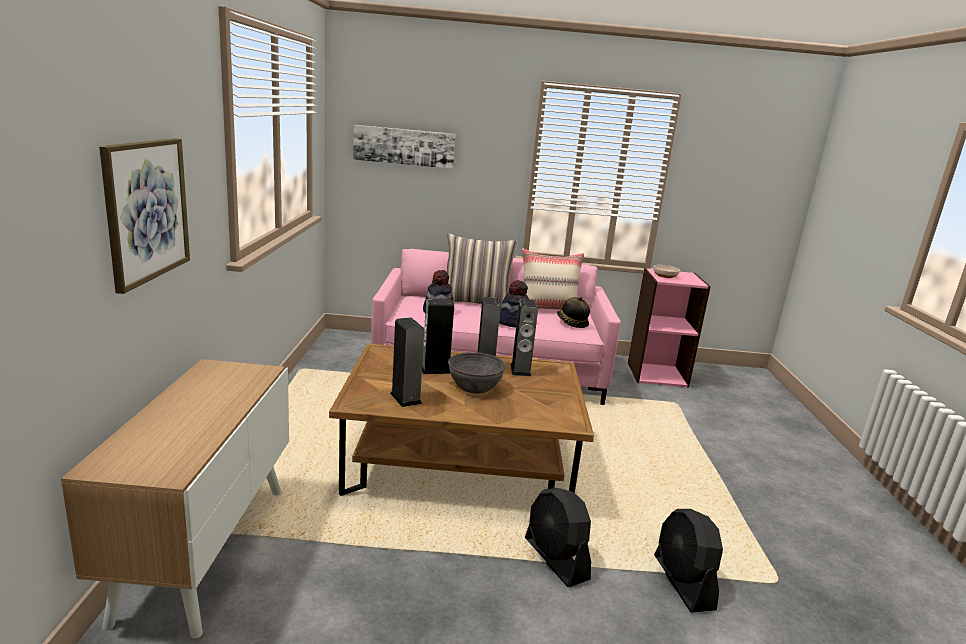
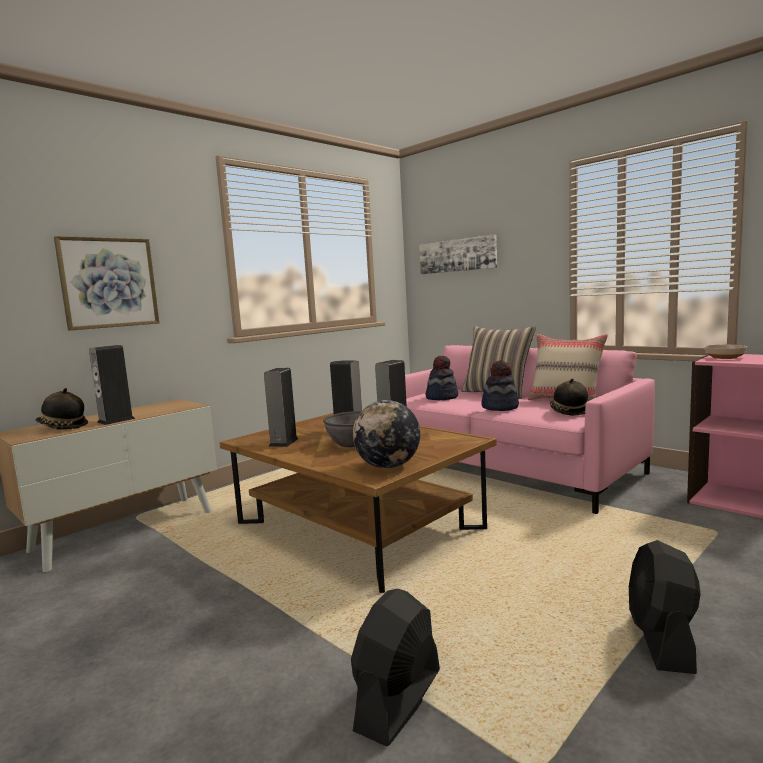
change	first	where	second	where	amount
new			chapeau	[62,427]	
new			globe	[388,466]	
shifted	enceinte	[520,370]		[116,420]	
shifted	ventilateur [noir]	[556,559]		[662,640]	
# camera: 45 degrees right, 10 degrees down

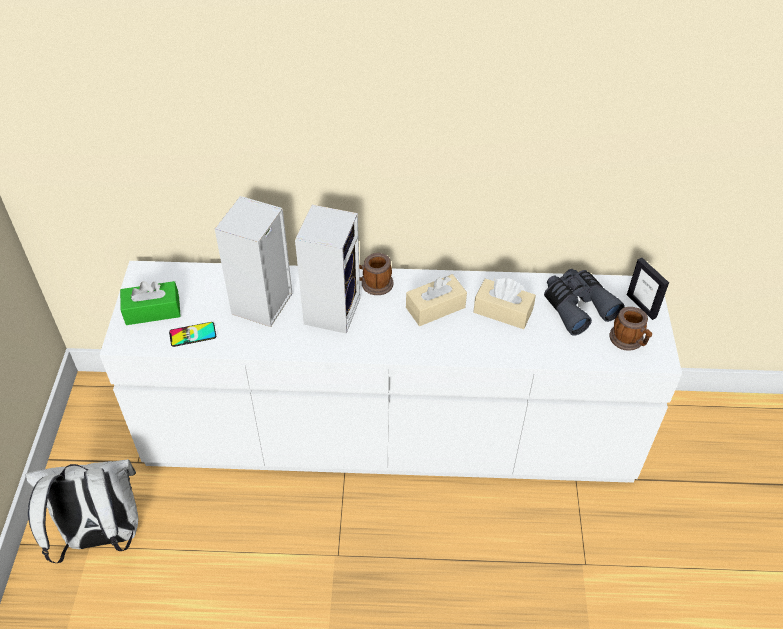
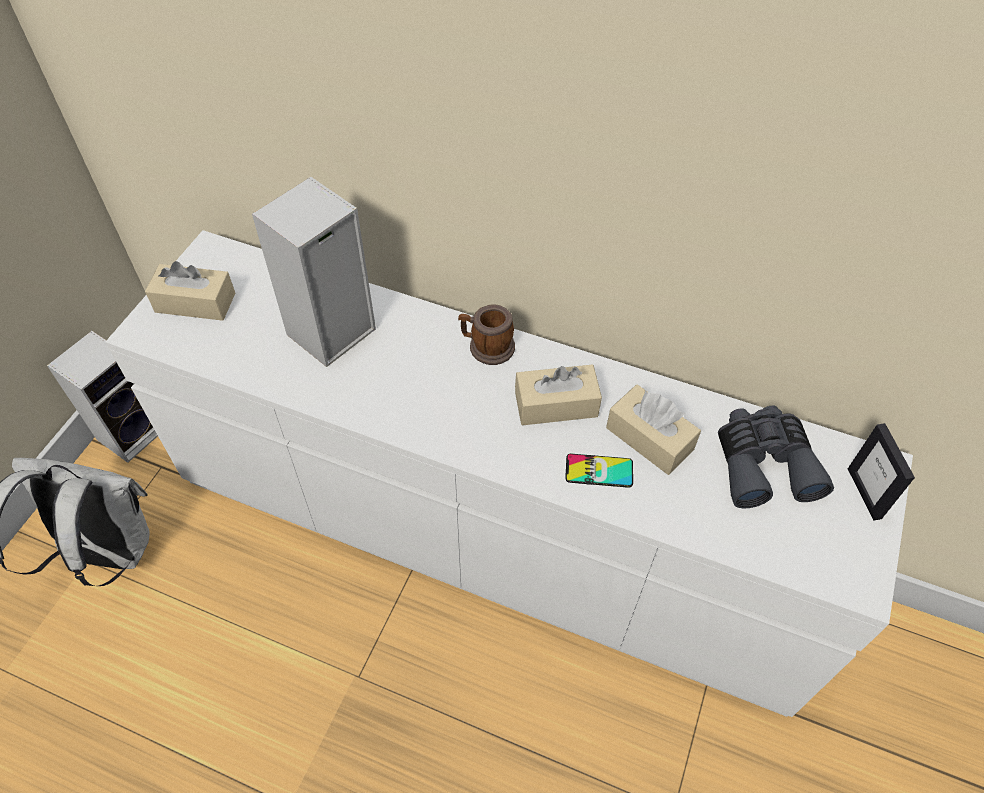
change	first	where	second	where	amount
gone	mug	[629,340]			
shifted	téléphone	[192,334]		[599,471]	
shifted	enceinte	[331,309]		[132,432]	
repainted	boîte à mouchoirs [vert]	[152,311]	boîte à mouchoirs [beige]	[195,302]	
# camera: 20 degrees right, 5 degrees up

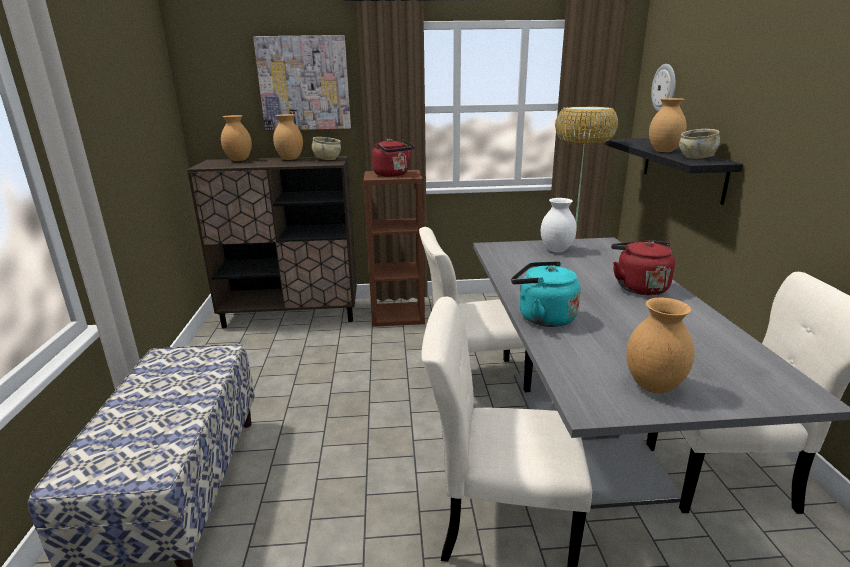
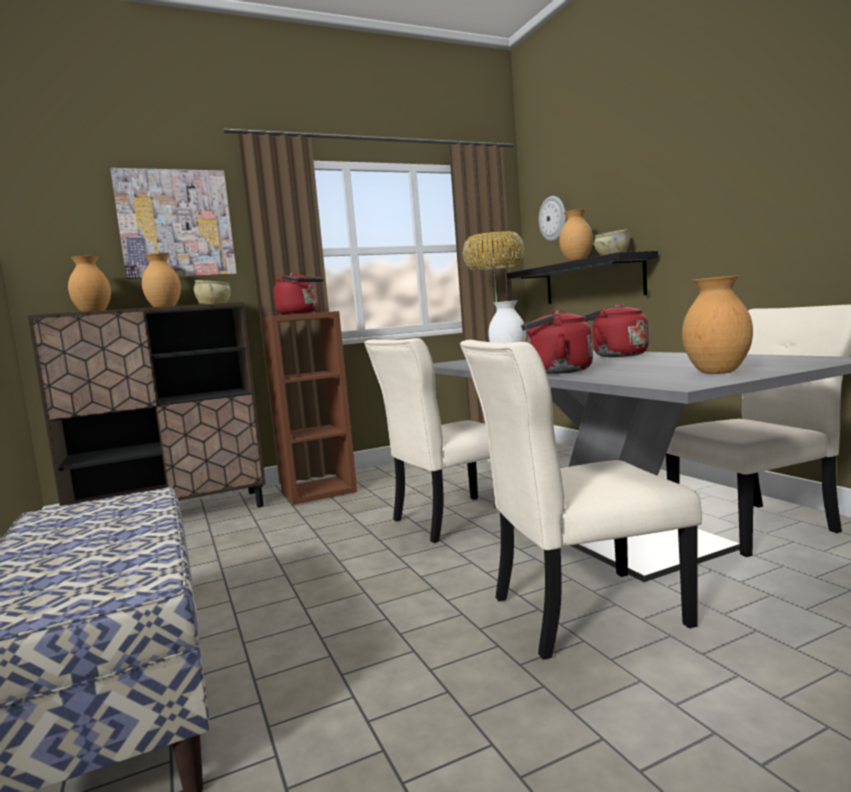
change	first	where	second	where	amount
repainted	bouilloire [turquoise]	[542,317]	bouilloire [rouge]	[555,372]	
# camera: 20 degrees left, 15 degrees down

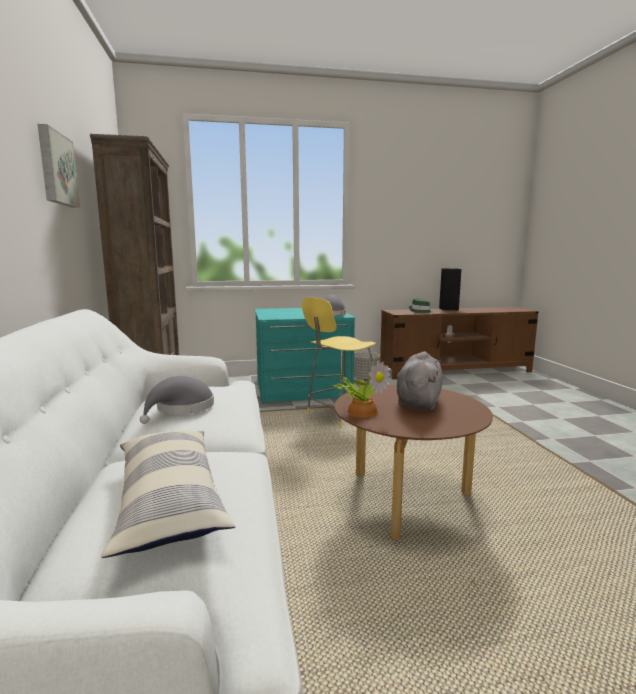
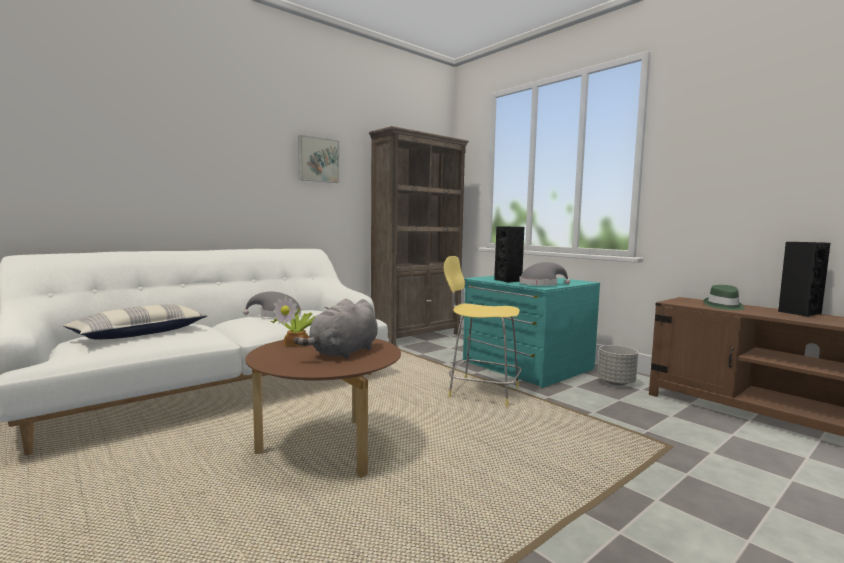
change	first	where	second	where	amount
new			enceinte [noir]	[509,280]	
rotated	peluche [gris]	[418,401]		[343,353]	135 degrees clockwise
# camera: 60 degrees right, 5 degrees down

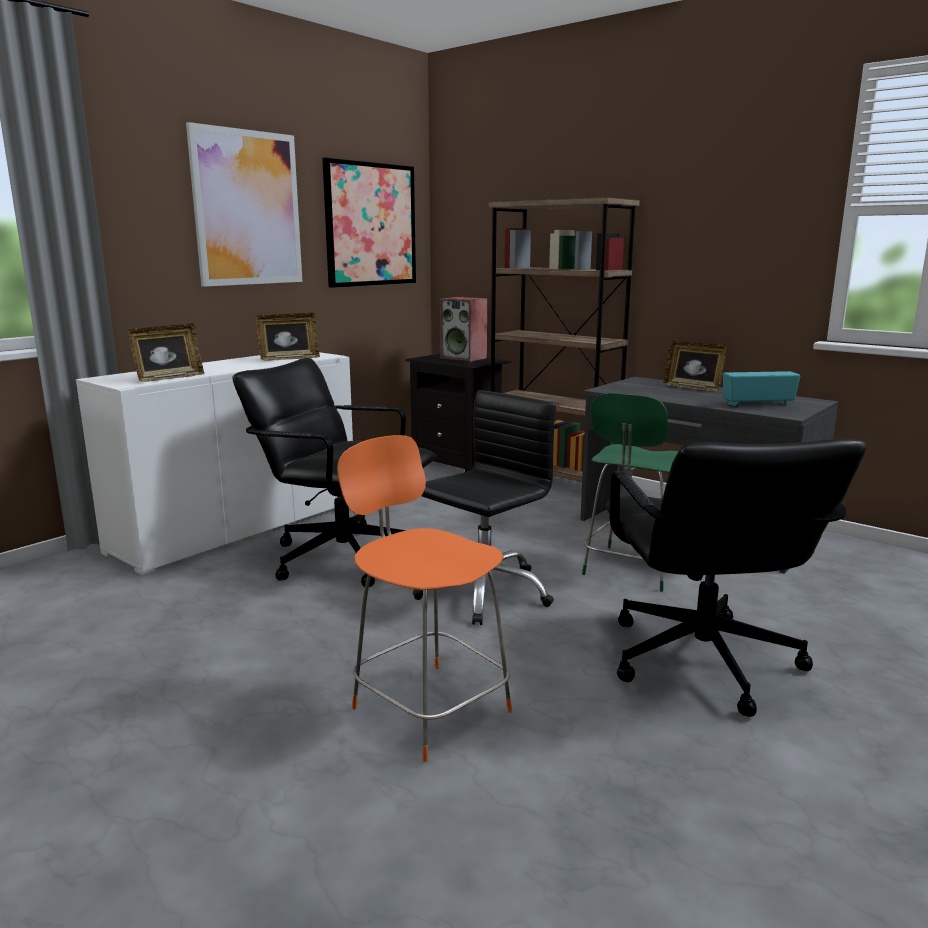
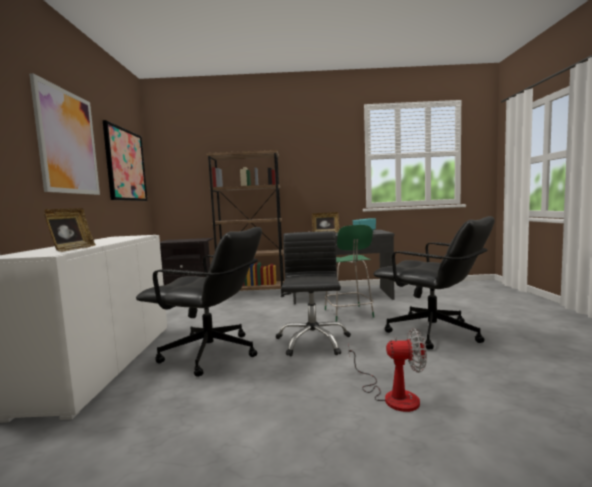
change	first	where	second	where	amount
gone	cadre photo	[289,359]			
gone	enceinte	[464,358]			
swapped	chaise [orange]	[427,707]	ventilateur	[392,395]	
rotated	chaise de bureau [noir]	[342,557]		[211,354]	150 degrees counterclockwise
# camera: 40 degrees left, 10 degrees down

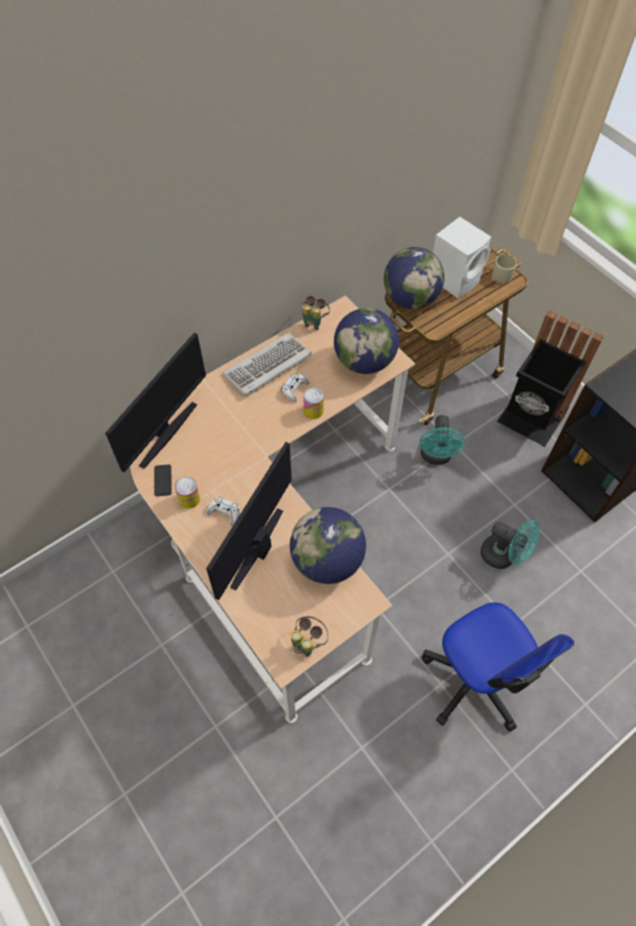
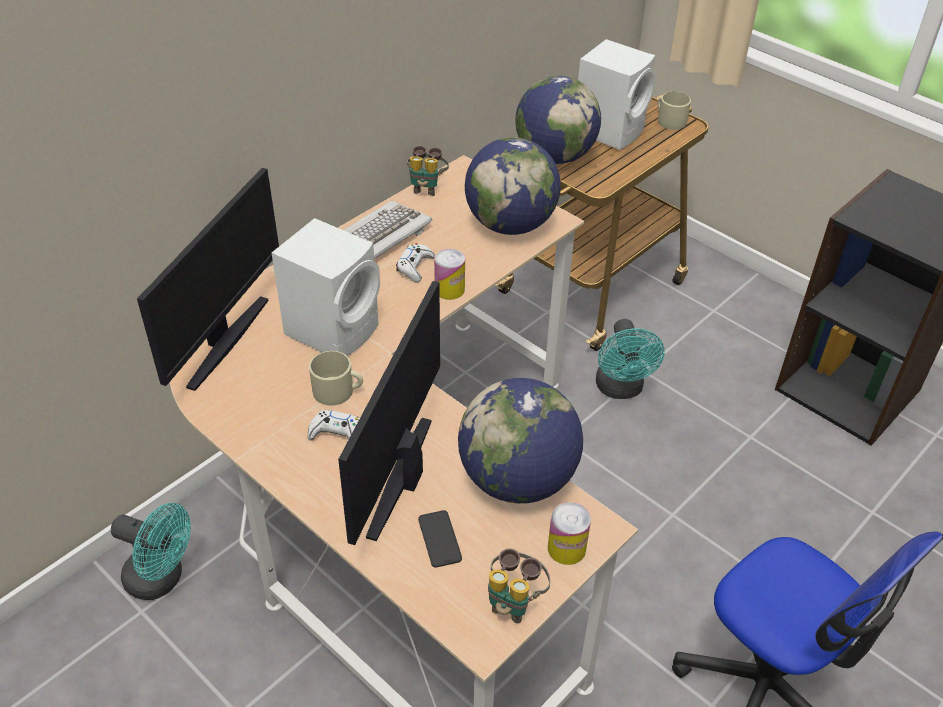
change	first	where	second	where	amount
gone	poubelle [noir]	[530,420]			
new			enceinte [blanc]	[334,328]	
new			mug [beige]	[338,391]	
shifted	téléphone	[163,480]		[439,539]	
shifted	boîte métallique	[189,499]		[566,548]	
shifted	ventilateur [turquoise]	[503,556]		[162,579]	
# camera: 10 degrees left, 15 degrees down

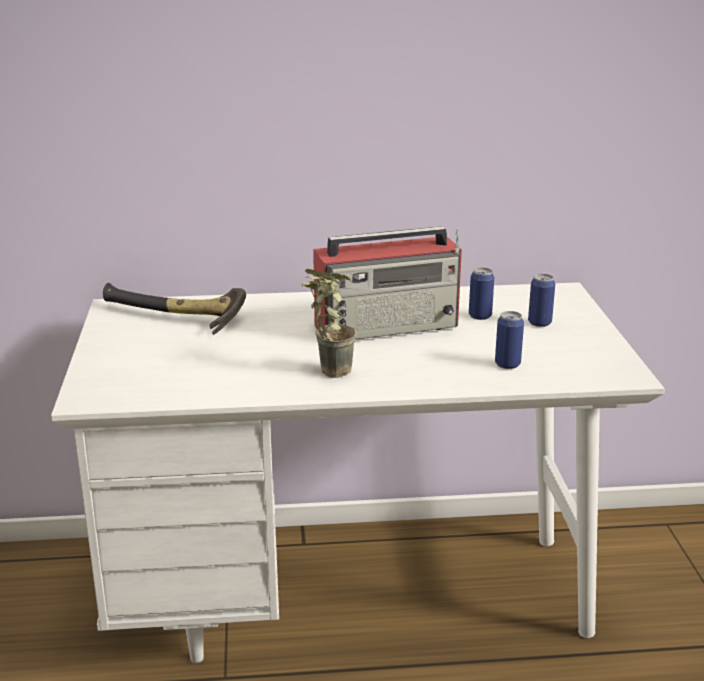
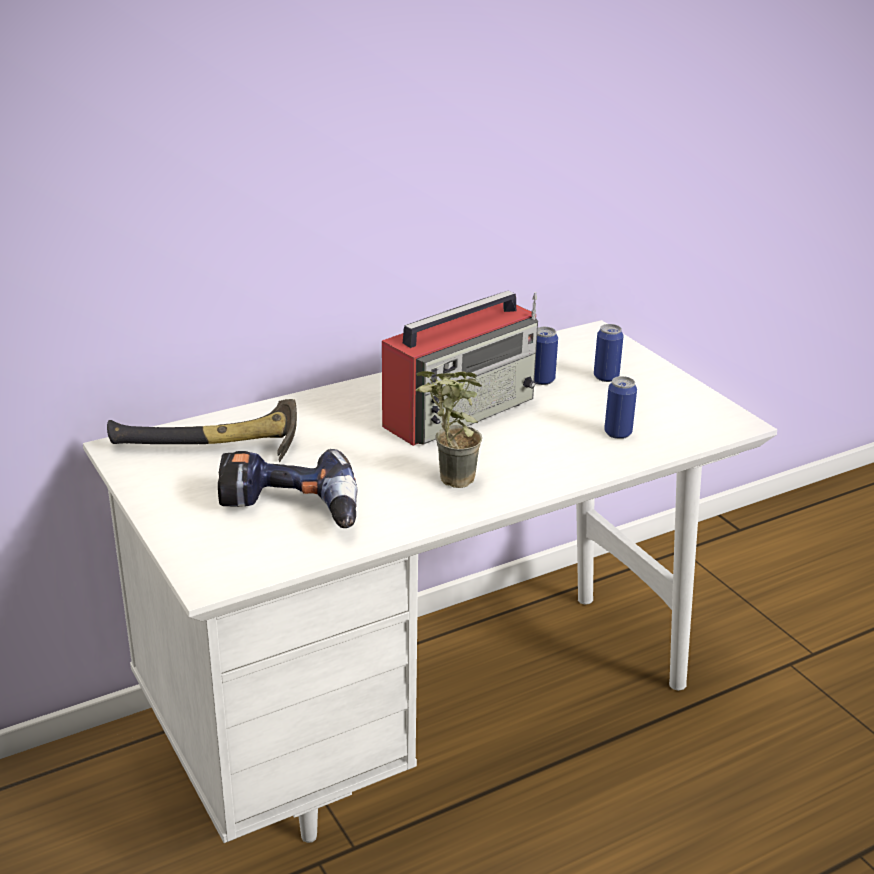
change	first	where	second	where	amount
new			perceuse	[289,511]	
# camera: 25 degrees left, 5 degrees up

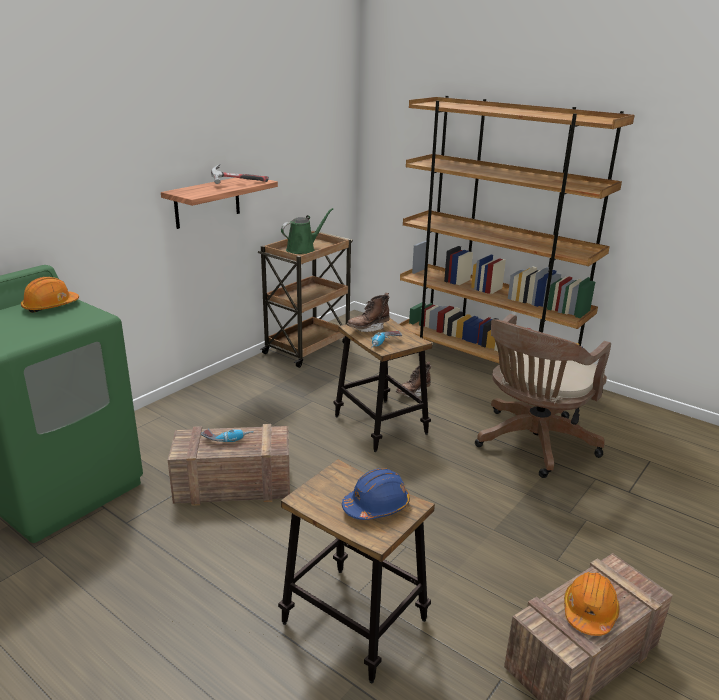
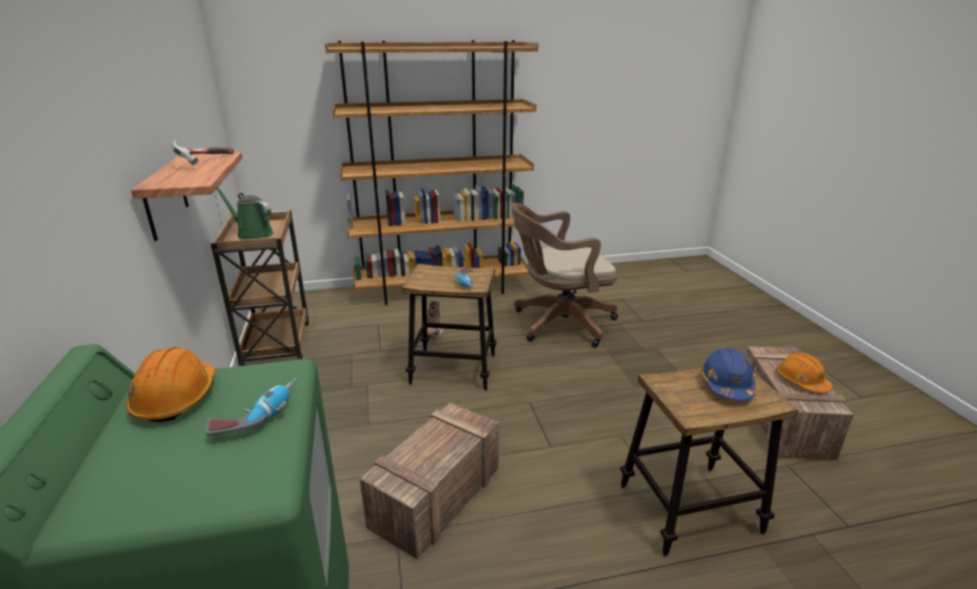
change	first	where	second	where	amount
gone	botte [marron]	[368,328]			
shifted	perceuse	[227,439]		[258,416]	
rotated	arrosoir [vert]	[303,249]		[252,234]	60 degrees counterclockwise
rotated	chaise de bureau [marron]	[532,444]		[558,323]	90 degrees clockwise
# camera: 50 degrees left, 0 degrees up

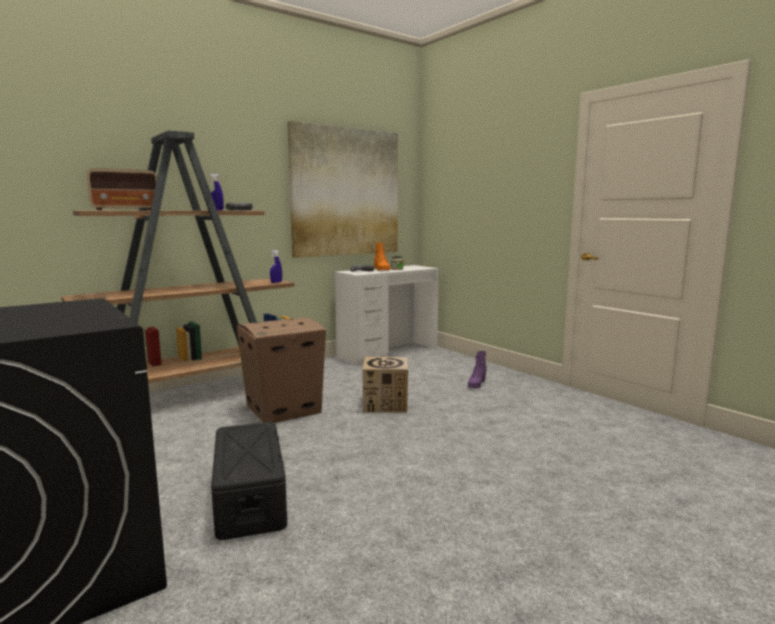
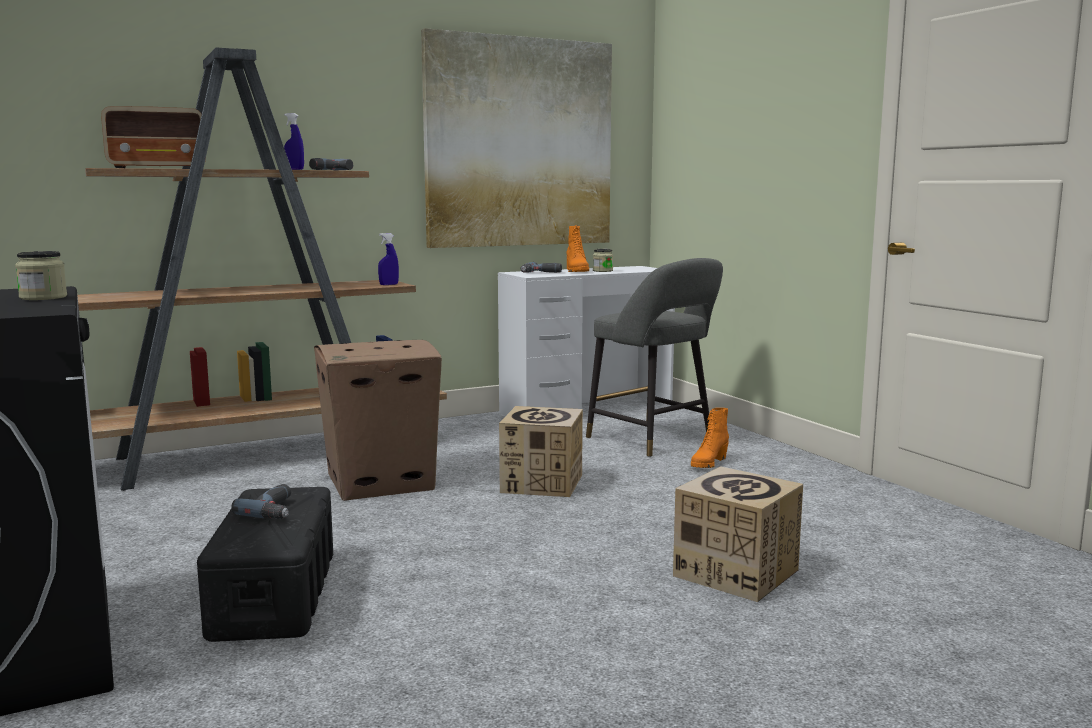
change	first	where	second	where	amount
new			bocal	[43,297]	
new			perceuse	[276,510]	
new			tabouret [gris]	[654,440]	
new			carton	[736,573]	
repainted	botte [violet]	[476,384]	botte [orange]	[708,463]	
# camera: 10 degrees right, 0 degrees up

